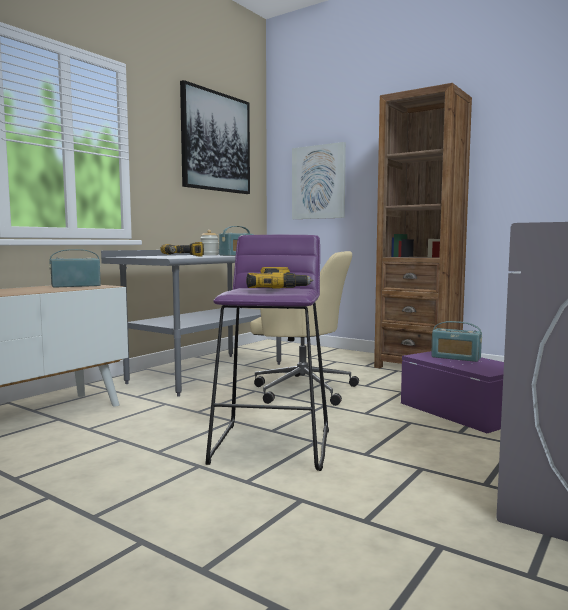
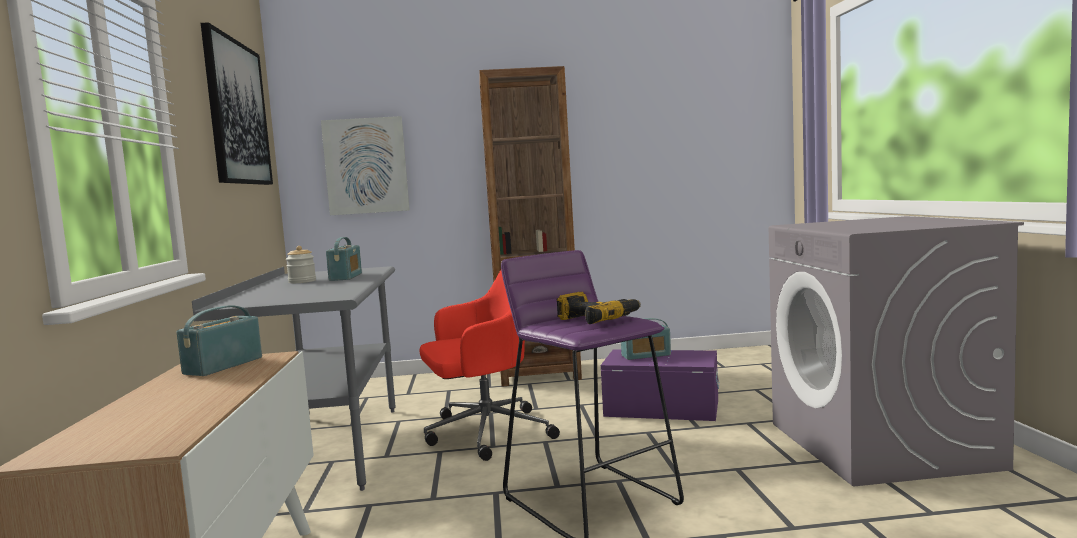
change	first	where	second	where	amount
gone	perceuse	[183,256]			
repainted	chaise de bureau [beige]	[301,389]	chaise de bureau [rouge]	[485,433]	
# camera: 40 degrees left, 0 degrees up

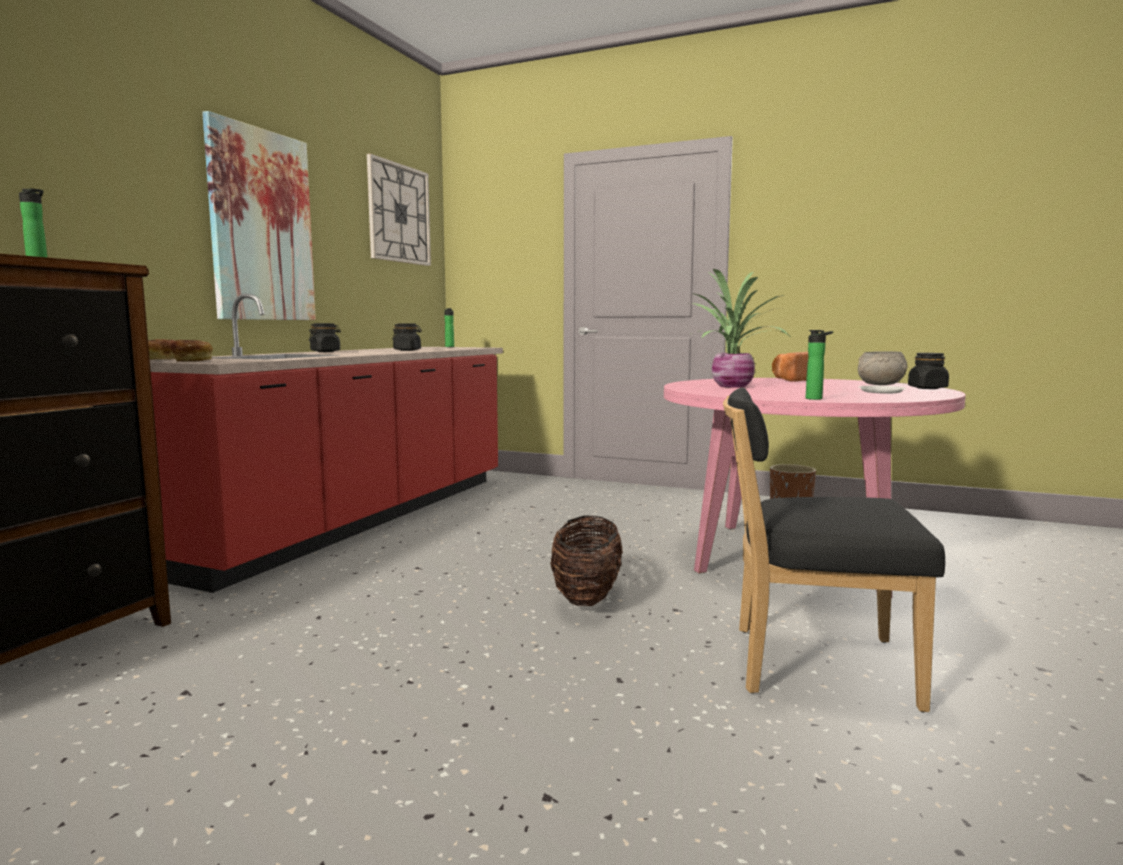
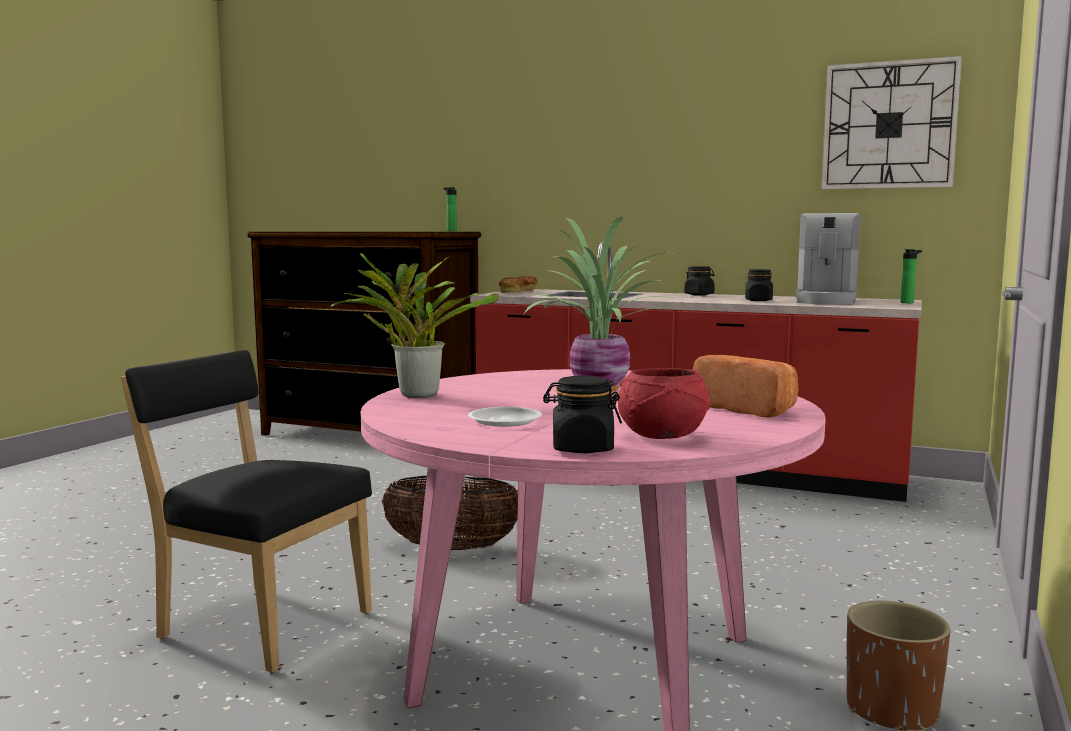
change	first	where	second	where	amount
gone	tableau	[261,226]			
new			machine à café	[826,300]	
swapped	bouteille	[816,399]	plante en pot	[414,394]	
repainted	bol [gris]	[881,384]	bol [rouge]	[661,436]	
rotated	chaise [noir]	[811,664]		[259,623]	75 degrees counterclockwise
# camera: 90 degrees right, 0 degrees up

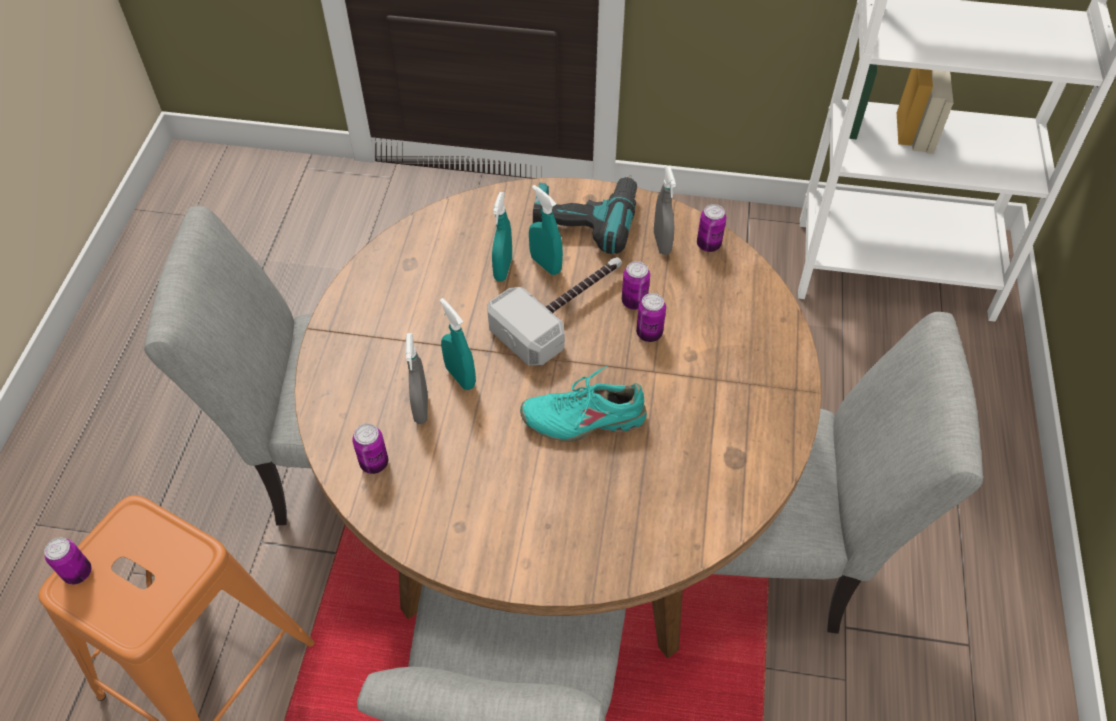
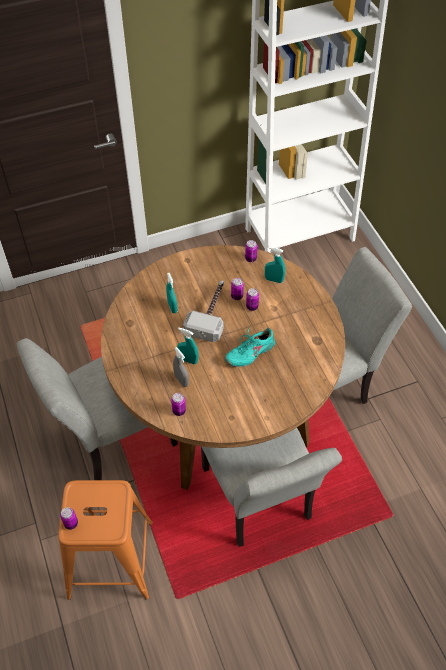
change	first	where	second	where	amount
gone	perceuse	[585,219]			
gone	vaporisateur [gris]	[662,243]			
shifted	vaporisateur [turquoise]	[545,264]		[274,280]	
# camera: 30 degrees left, 0 degrees up

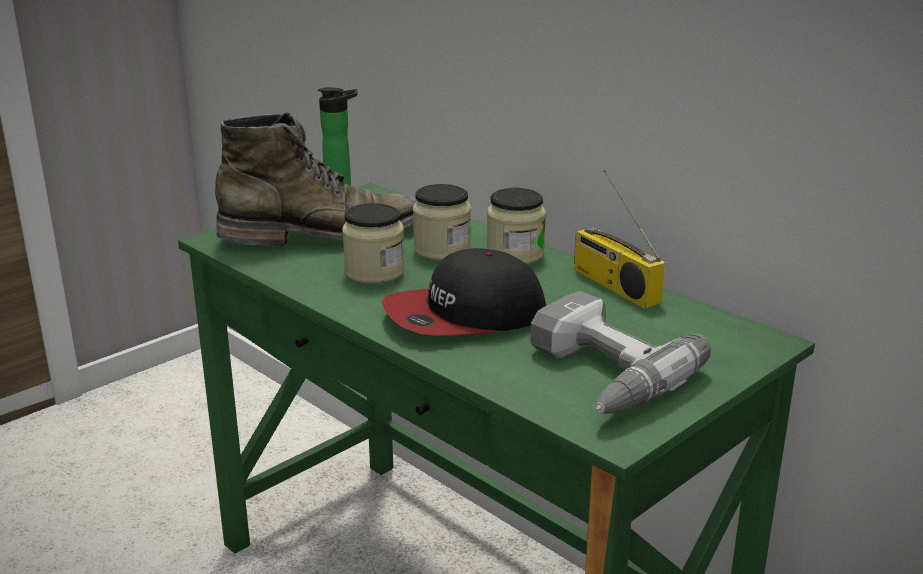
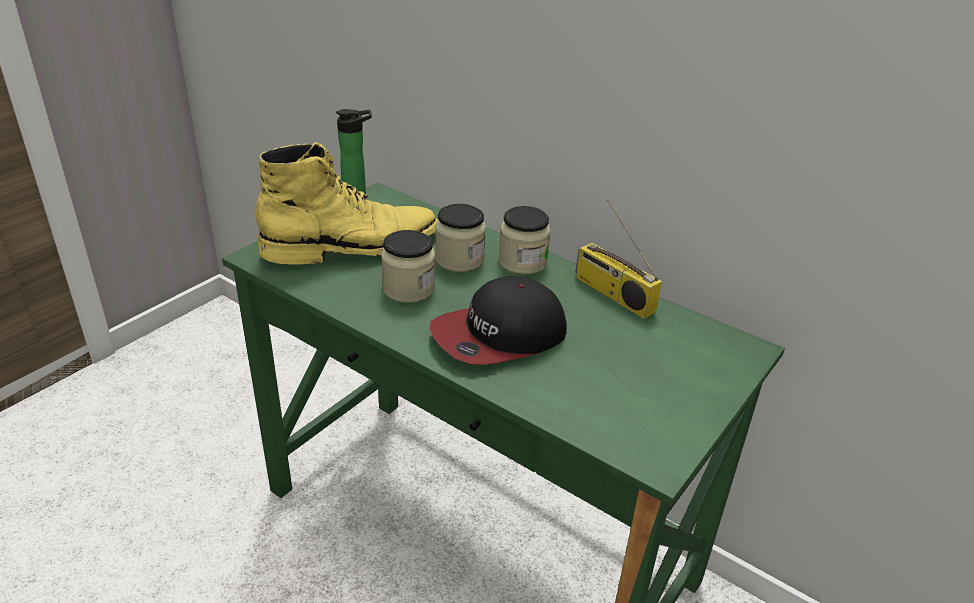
change	first	where	second	where	amount
gone	perceuse	[598,374]			
repainted	botte [vert]	[323,235]	botte [jaune]	[352,246]	
# camera: 10 degrees left, 10 degrees up

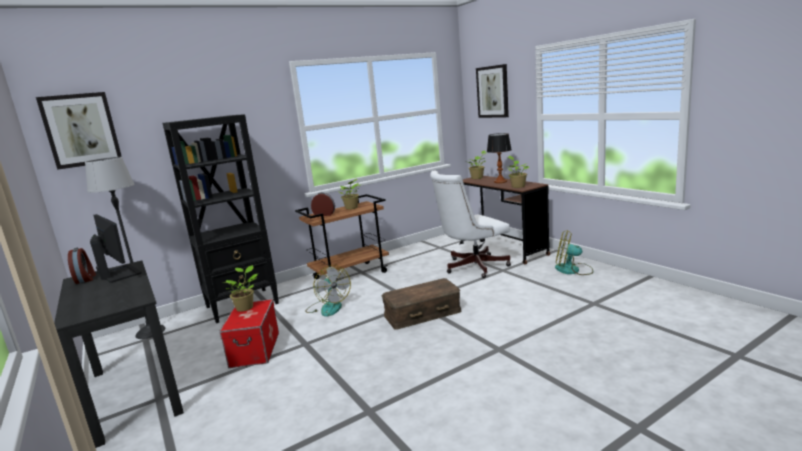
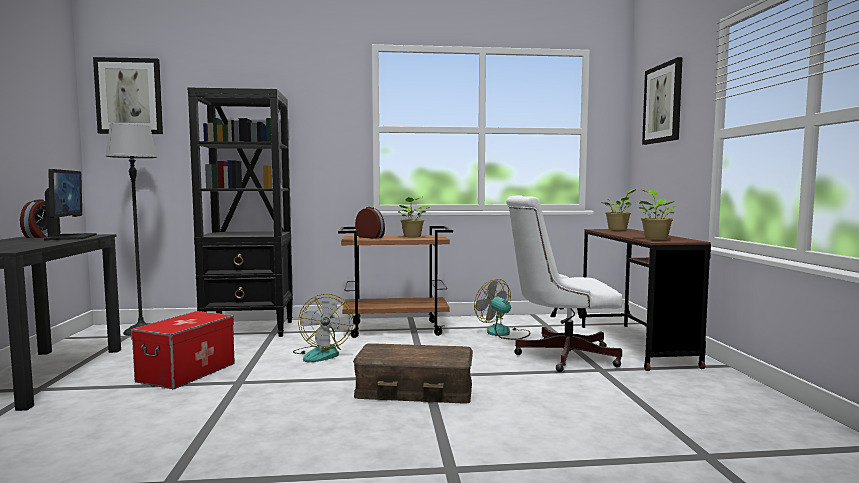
change	first	where	second	where	amount
gone	plante en pot	[245,307]			
gone	lampe de table	[500,181]			
shifted	ventilateur	[573,270]		[504,333]	
# camera: 25 degrees right, 10 degrees down

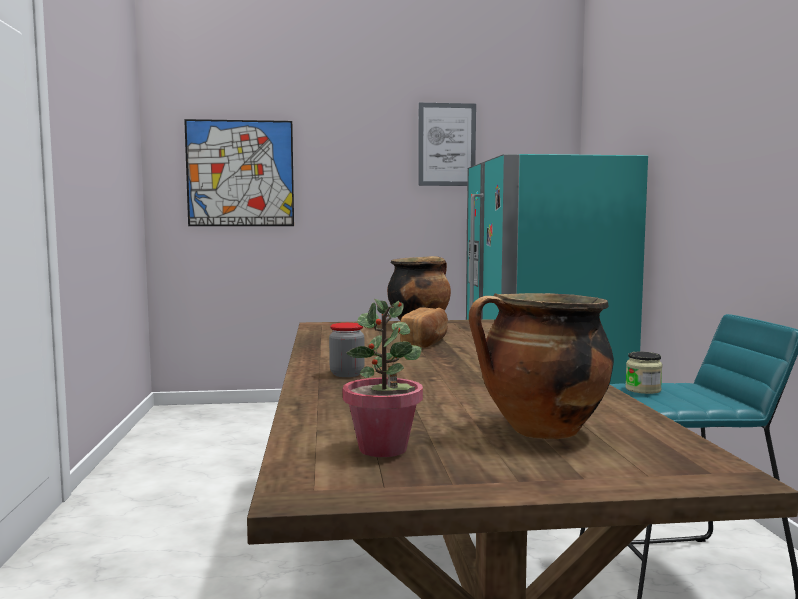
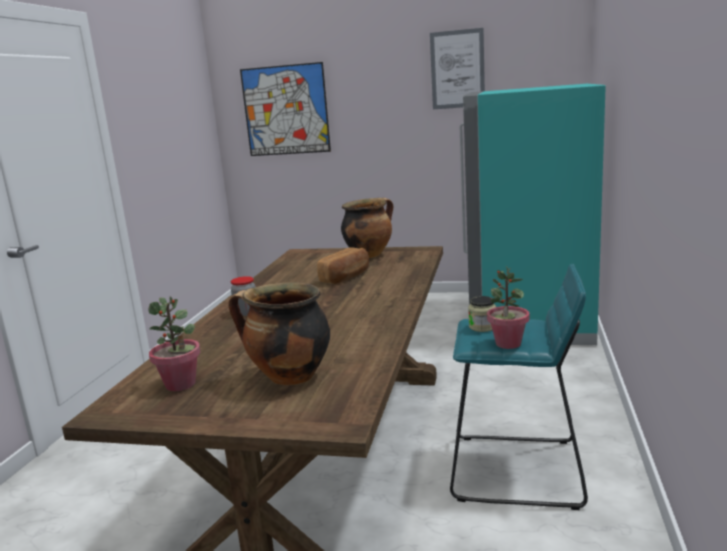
change	first	where	second	where	amount
new			plante en pot	[508,344]	
# camera: 20 degrees right, 10 degrees up

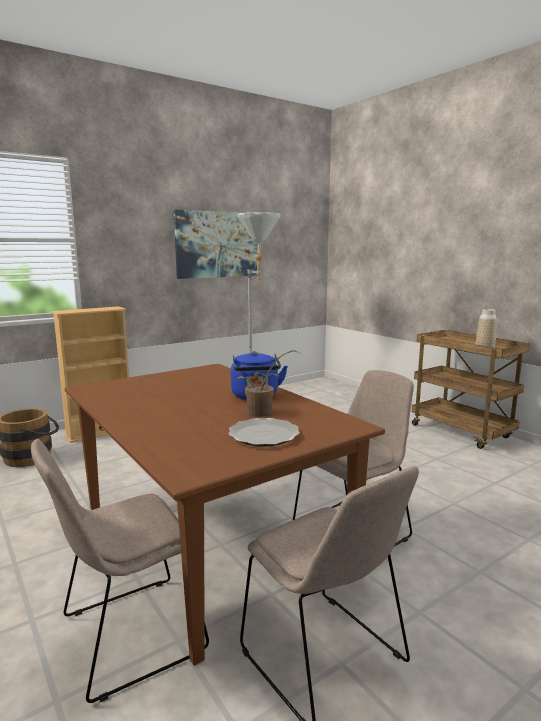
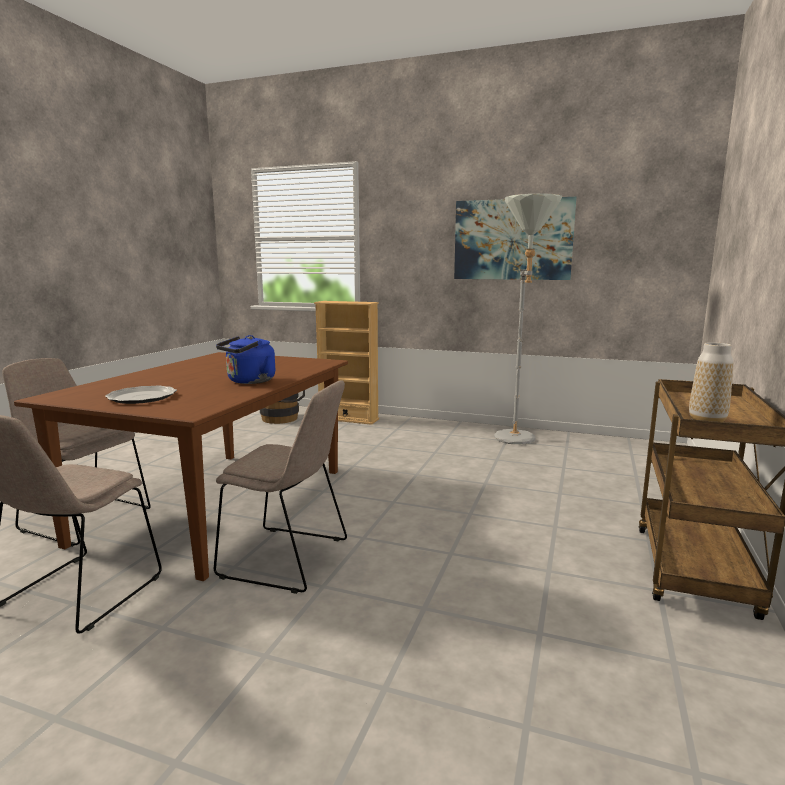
change	first	where	second	where	amount
gone	plante en pot	[263,412]			
# camera: 55 degrees right, 0 degrees up

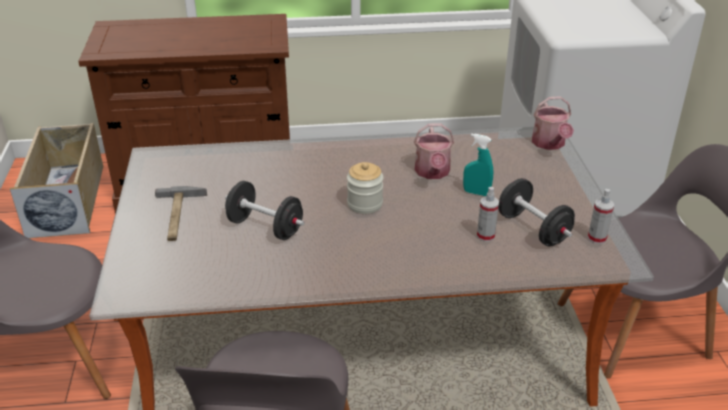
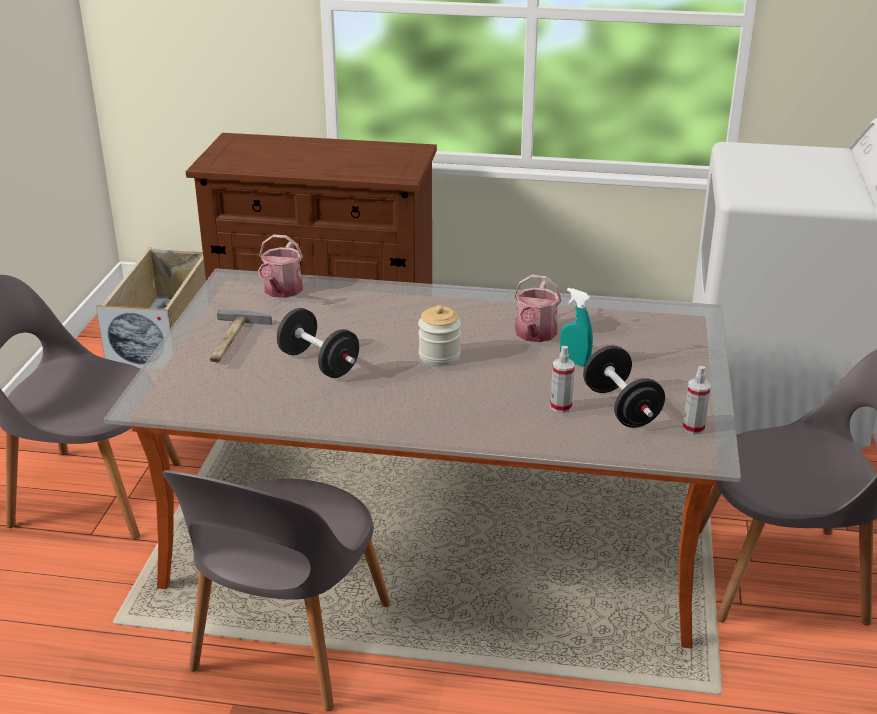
change	first	where	second	where	amount
shifted	arrosoir	[550,144]		[281,291]	
# camera: 15 degrees right, 5 degrees down

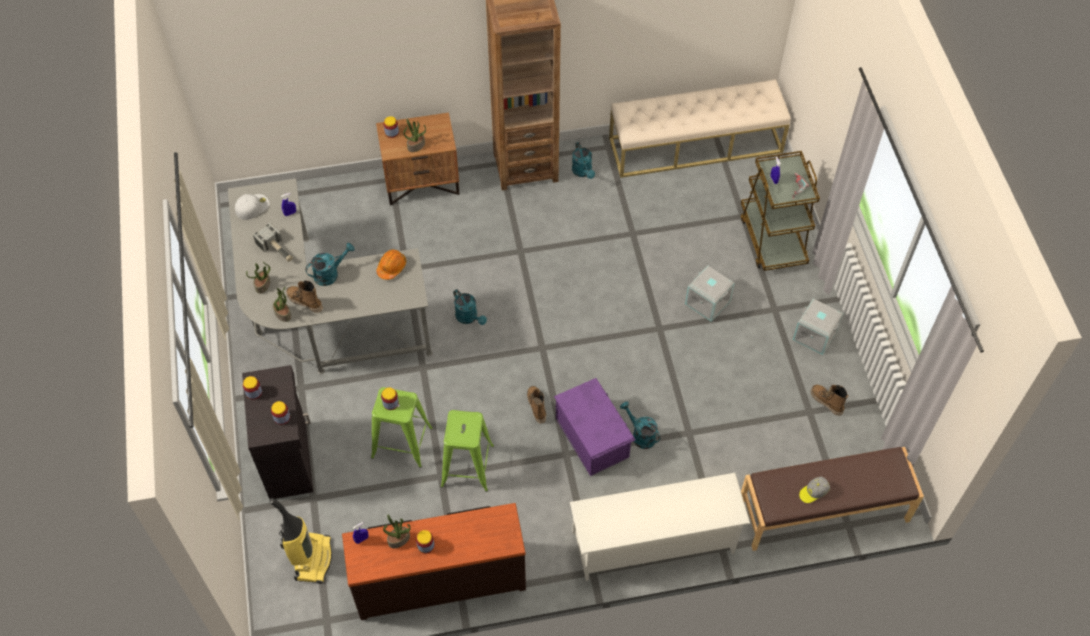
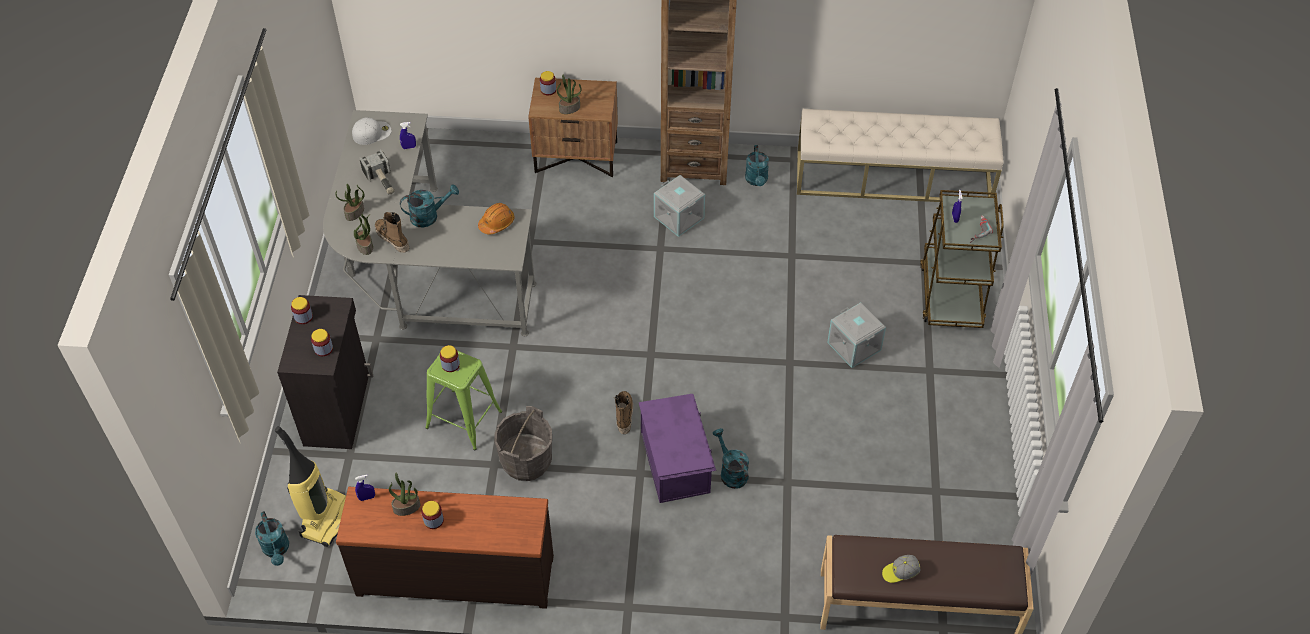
change	first	where	second	where	amount
gone	étagère à chaussures [blanc]	[654,542]			
gone	botte	[826,402]			
shifted	arrosoir [turquoise]	[469,317]		[277,550]	
shifted	boîte de rangement [gris]	[815,334]		[679,217]	
swapped	tabouret [vert]	[467,466]	seau [gris]	[526,461]	
# camera: 15 degrees right, 5 degrees down

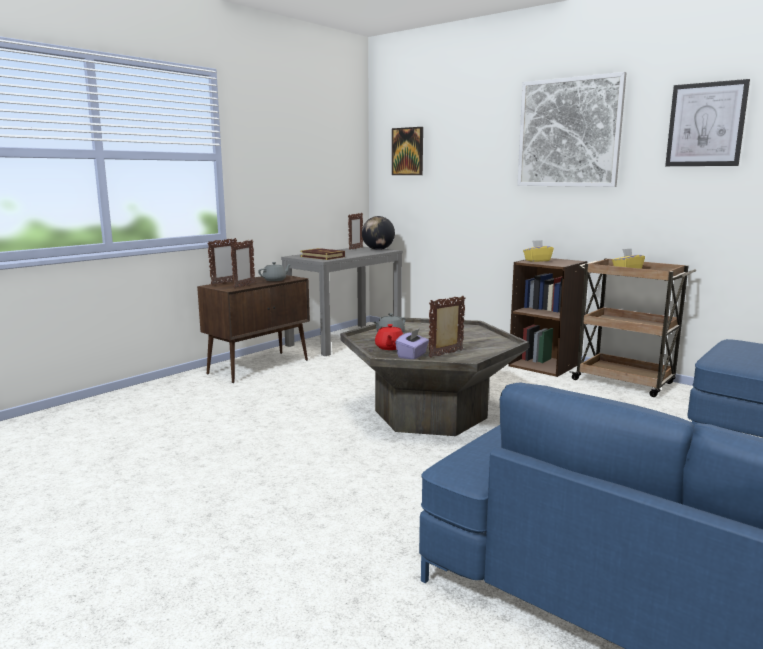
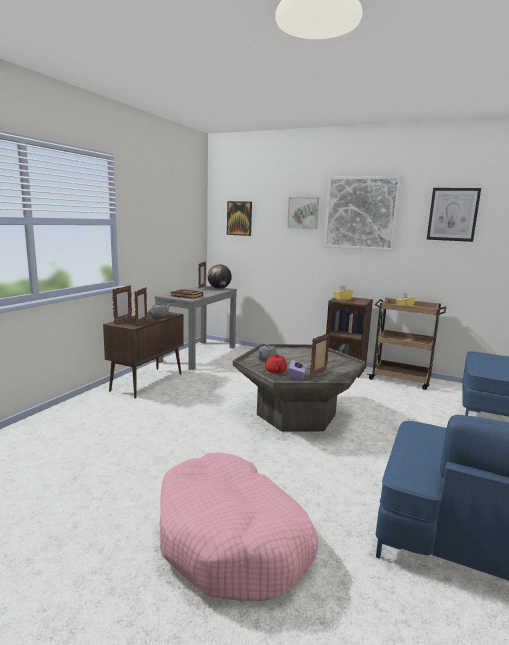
change	first	where	second	where	amount
new			panier pour chien [rose]	[232,539]	
new			tableau	[303,213]	
# camera: 15 degrees left, 0 degrees up

